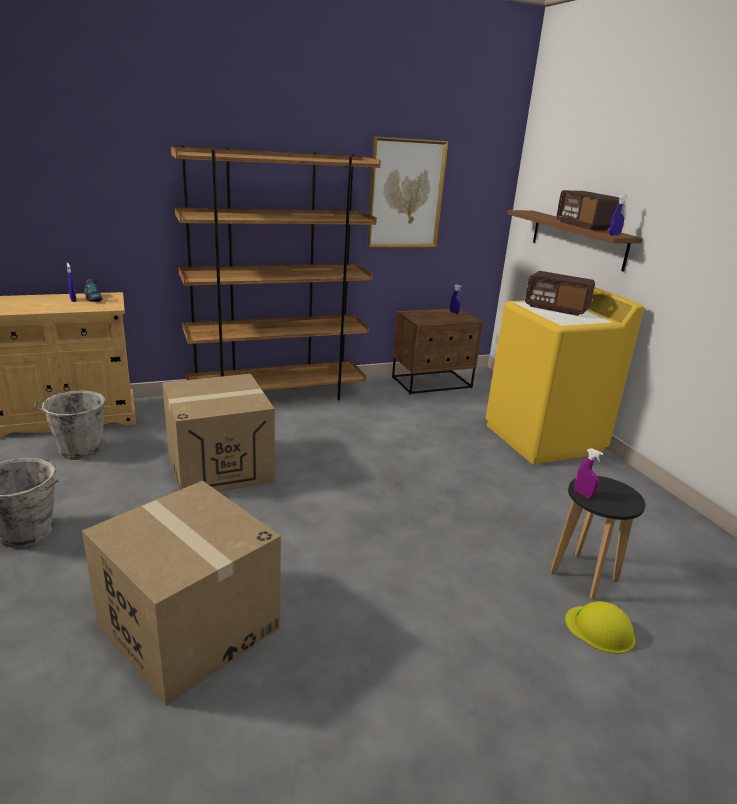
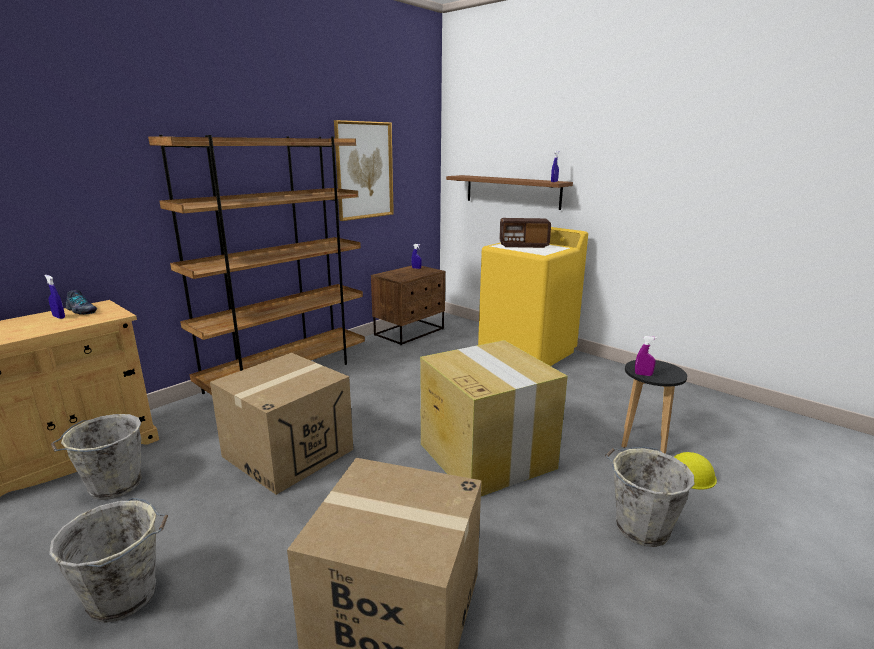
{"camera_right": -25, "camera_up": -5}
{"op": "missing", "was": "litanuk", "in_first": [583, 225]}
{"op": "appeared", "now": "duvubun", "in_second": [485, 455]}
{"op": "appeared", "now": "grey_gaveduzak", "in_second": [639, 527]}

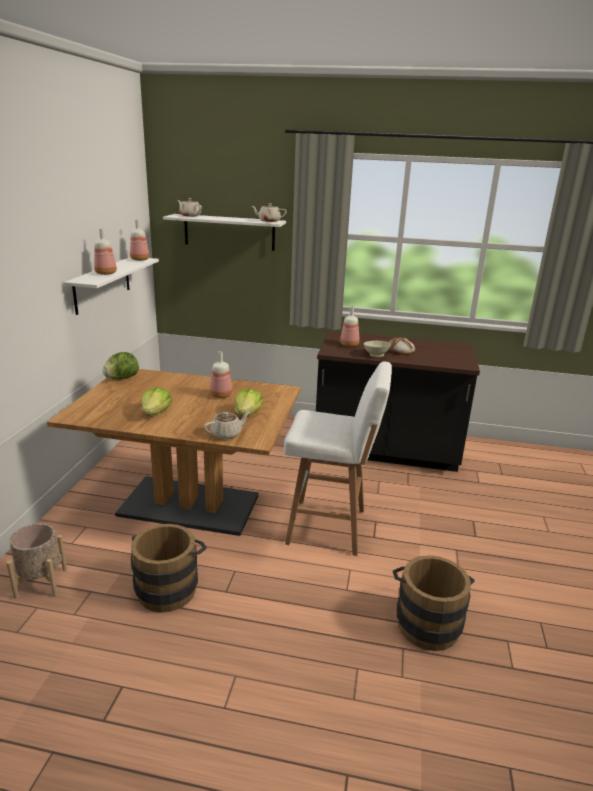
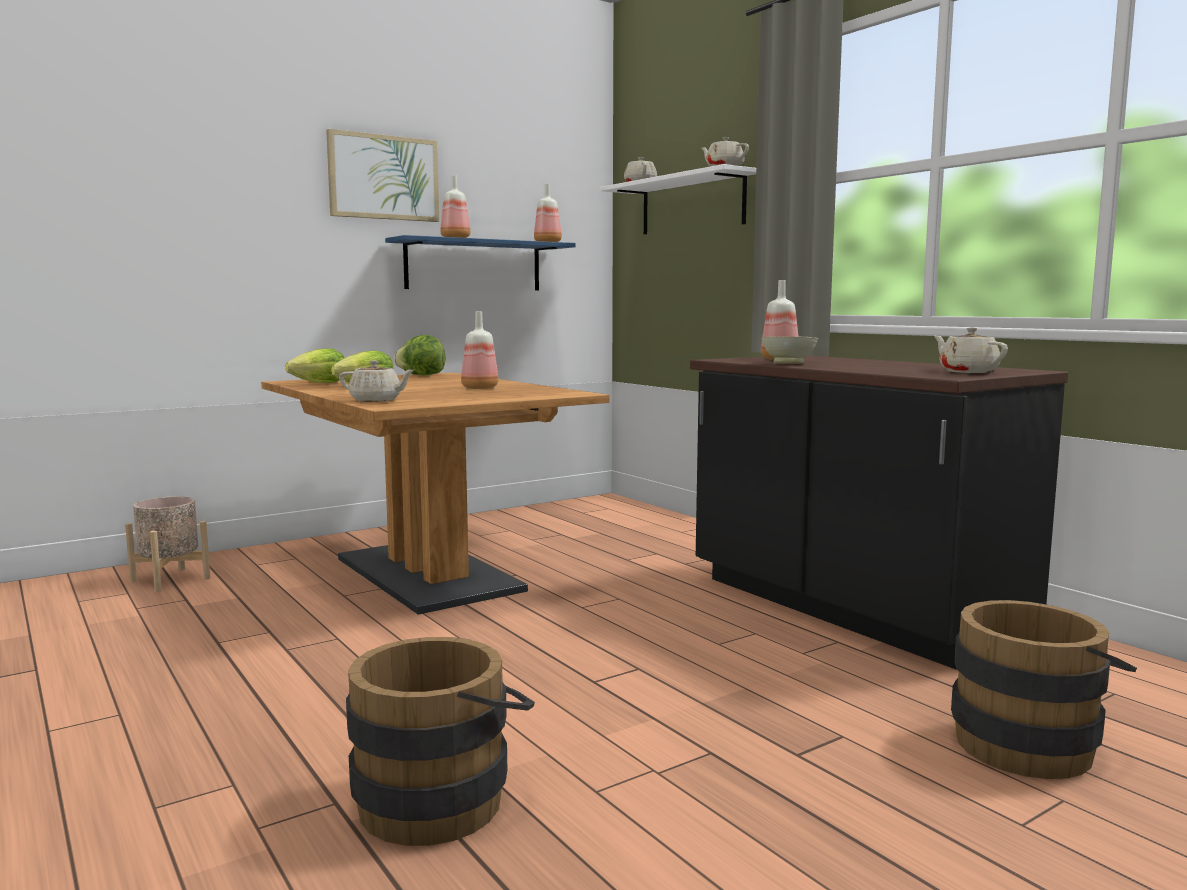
{"camera_right": 45, "camera_up": -15}
{"op": "missing", "was": "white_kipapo", "in_first": [330, 527]}
{"op": "missing", "was": "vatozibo", "in_first": [399, 350]}
{"op": "appeared", "now": "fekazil", "in_second": [383, 177]}
{"op": "appeared", "now": "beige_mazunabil", "in_second": [967, 372]}
{"op": "relocated", "was": "brown_gaveduzak", "in_first": [169, 586], "in_second": [1030, 742]}
{"op": "relocated", "was": "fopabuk", "in_first": [248, 414], "in_second": [320, 383]}
{"op": "colour", "was": "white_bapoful", "now": "blue_bapoful", "in_first": [102, 284], "in_second": [473, 265]}

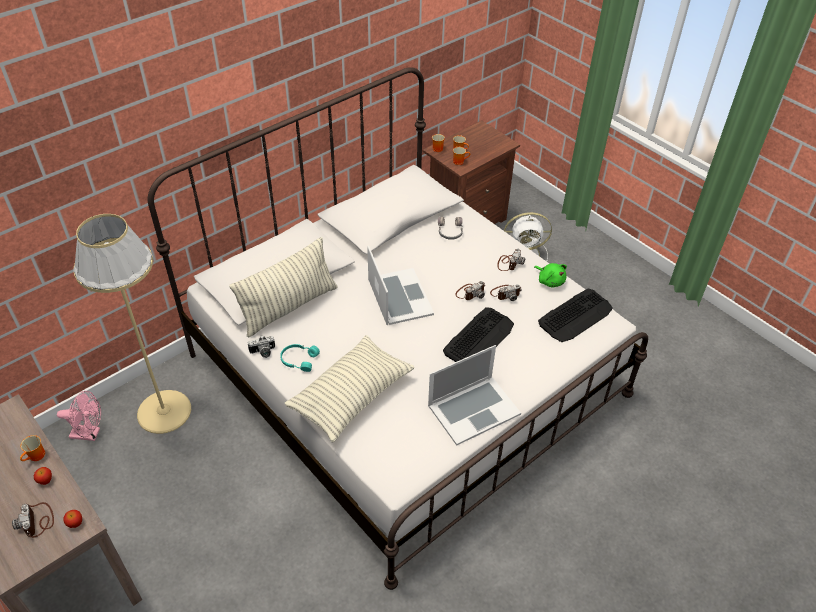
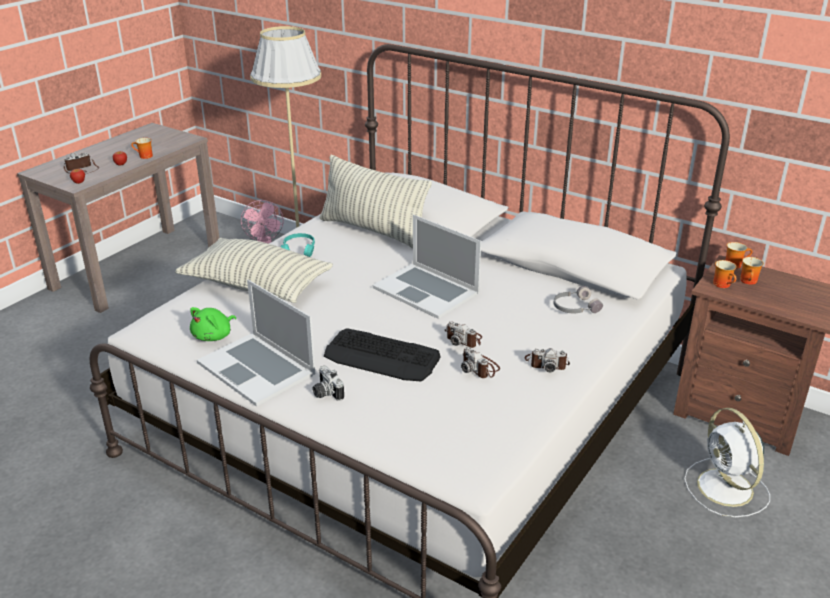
{"camera_right": 75, "camera_up": -15}
{"op": "missing", "was": "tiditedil", "in_first": [575, 316]}
{"op": "relocated", "was": "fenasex", "in_first": [263, 352], "in_second": [325, 393]}
{"op": "relocated", "was": "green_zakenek", "in_first": [550, 281], "in_second": [214, 336]}
{"op": "spun", "was": "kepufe", "in_first": [399, 297], "in_second": [426, 290], "clockwise": 75}

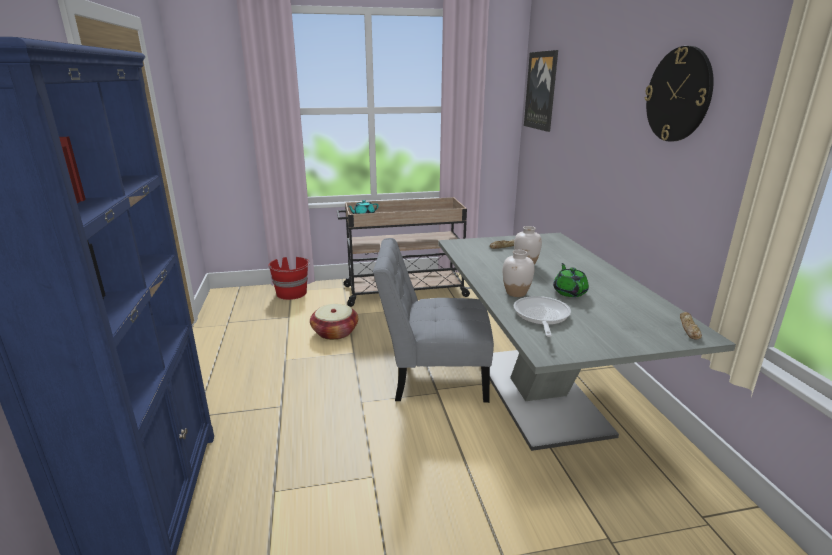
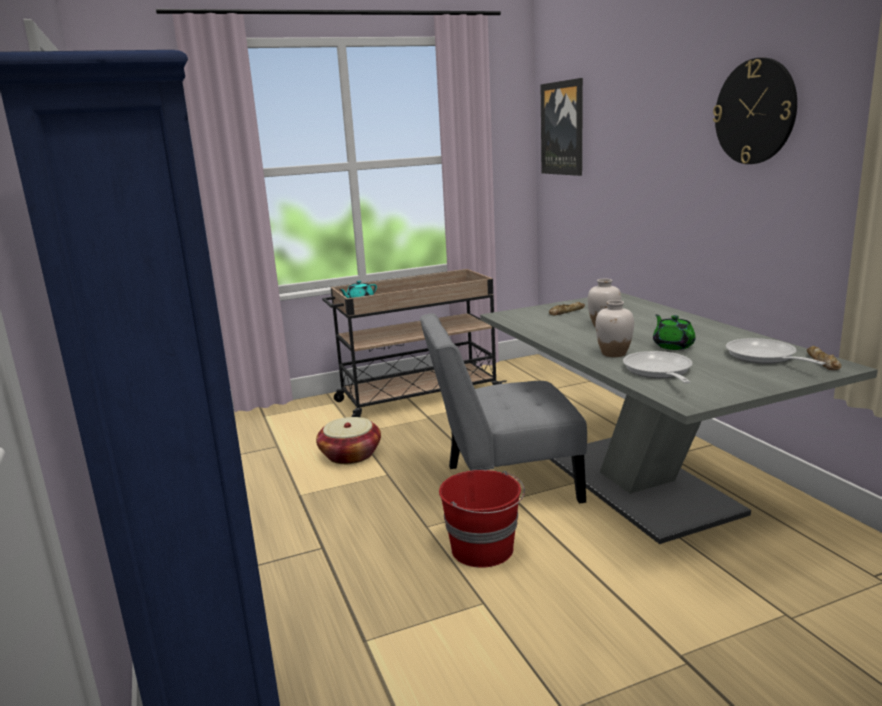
{"camera_right": -10, "camera_up": -5}
{"op": "appeared", "now": "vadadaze", "in_second": [764, 357]}
{"op": "relocated", "was": "red_gaveduzak", "in_first": [292, 293], "in_second": [483, 549]}

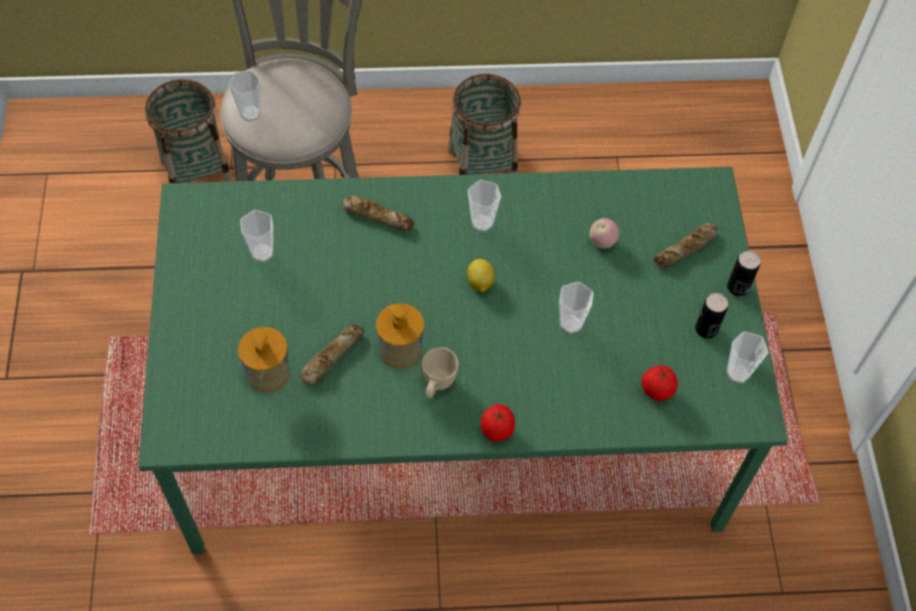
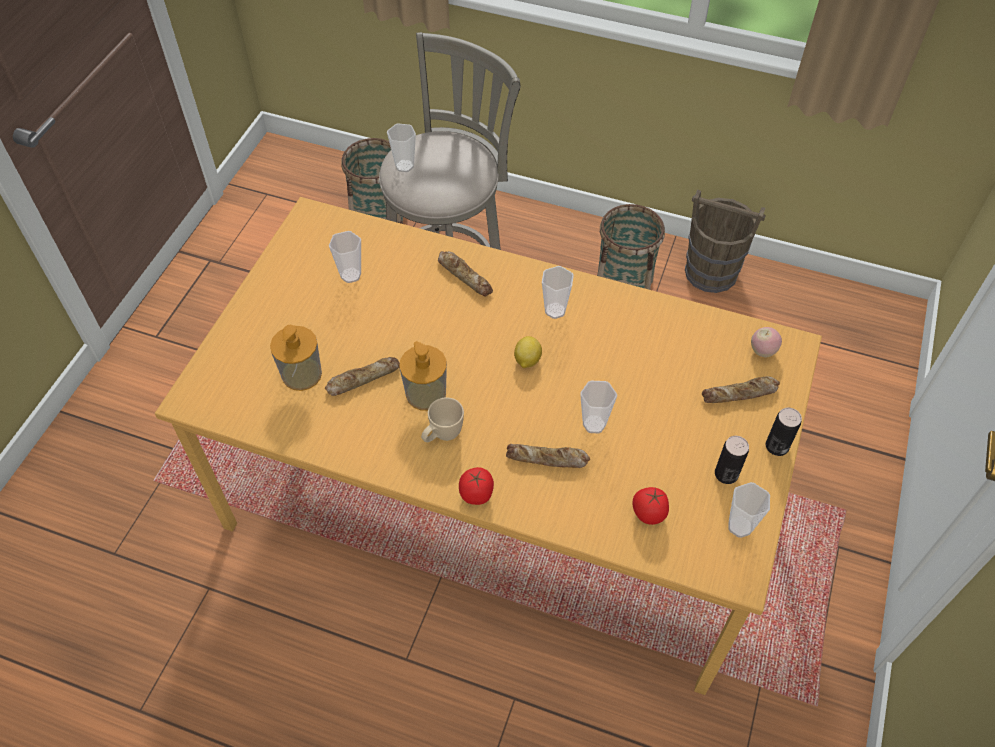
{"camera_right": 25, "camera_up": -5}
{"op": "appeared", "now": "vatozibo", "in_second": [547, 459]}
{"op": "appeared", "now": "brown_gaveduzak", "in_second": [710, 272]}
{"op": "relocated", "was": "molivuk", "in_first": [602, 242], "in_second": [762, 351]}
{"op": "colour", "was": "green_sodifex", "now": "orange_sodifex", "in_first": [454, 414], "in_second": [499, 493]}

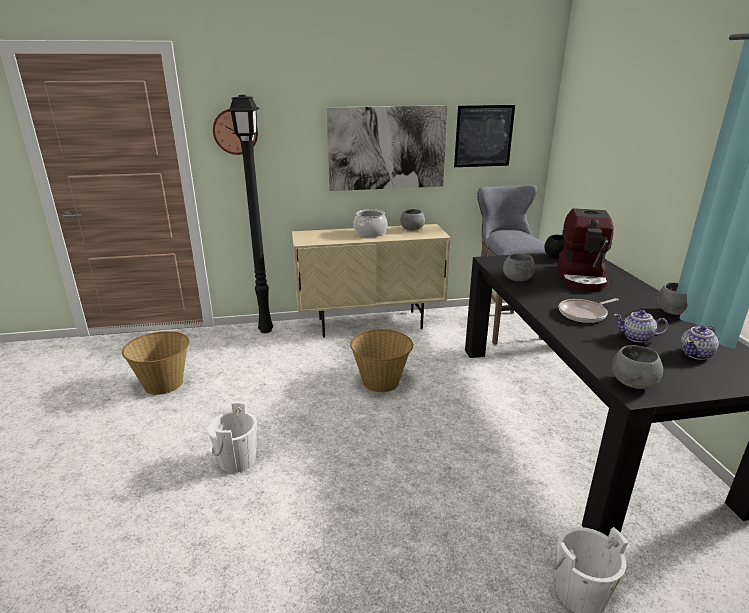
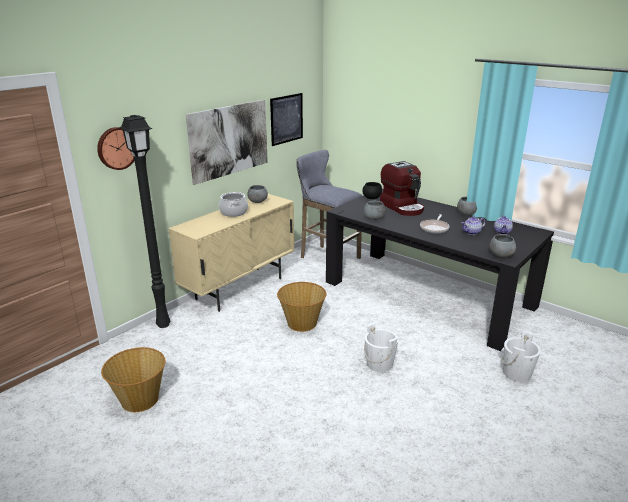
{"camera_right": -40, "camera_up": 0}
{"op": "relocated", "was": "white_gaveduzak", "in_first": [237, 460], "in_second": [379, 364]}

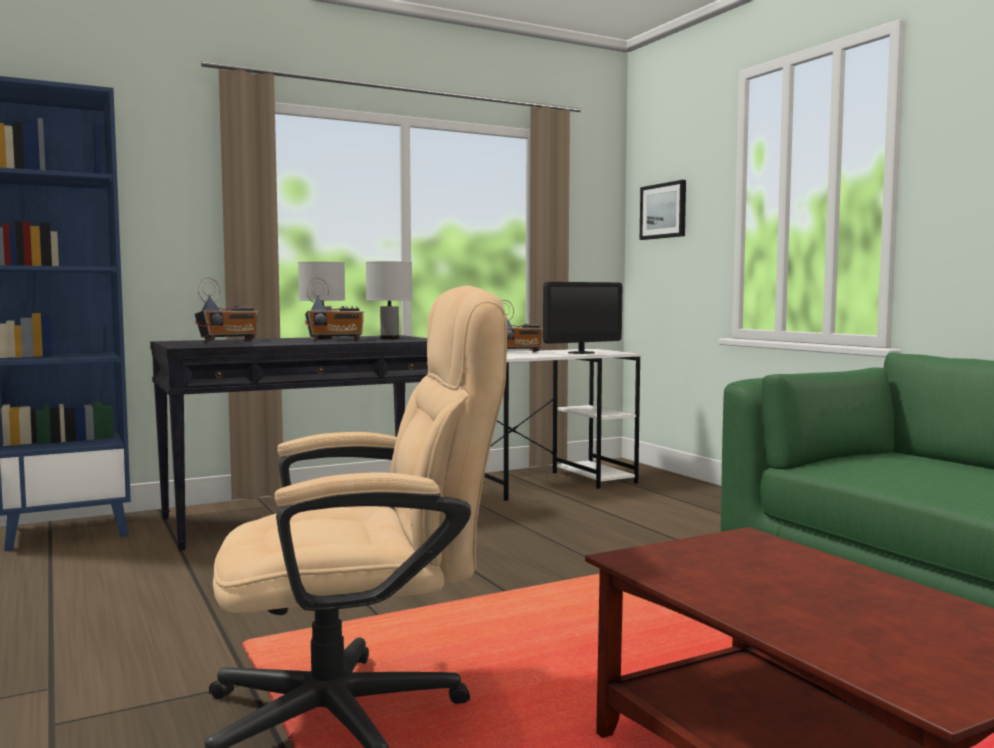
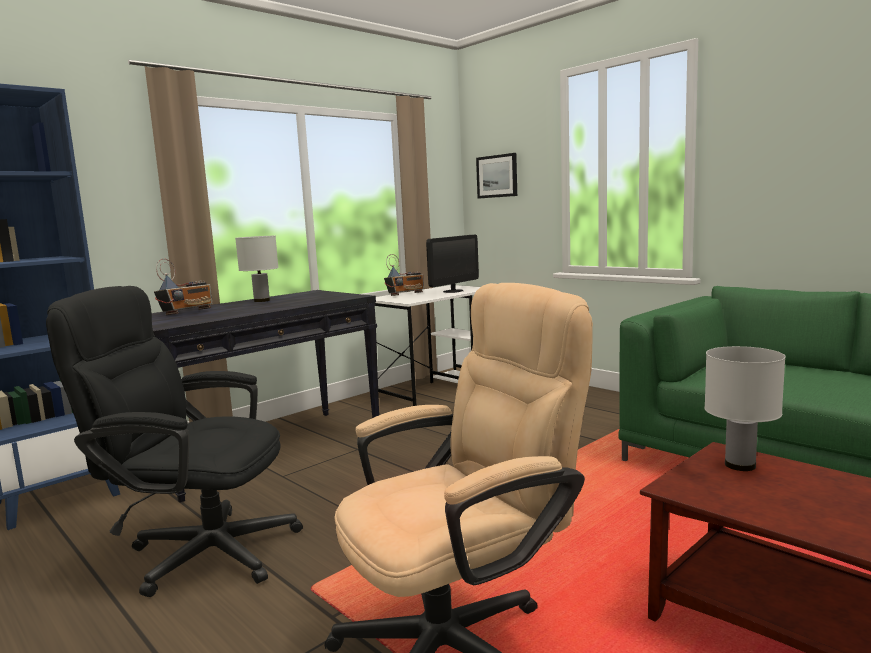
{"camera_right": -15, "camera_up": 5}
{"op": "missing", "was": "litanuk", "in_first": [336, 341]}
{"op": "appeared", "now": "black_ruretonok", "in_second": [199, 550]}
{"op": "relocated", "was": "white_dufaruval", "in_first": [390, 338], "in_second": [741, 465]}

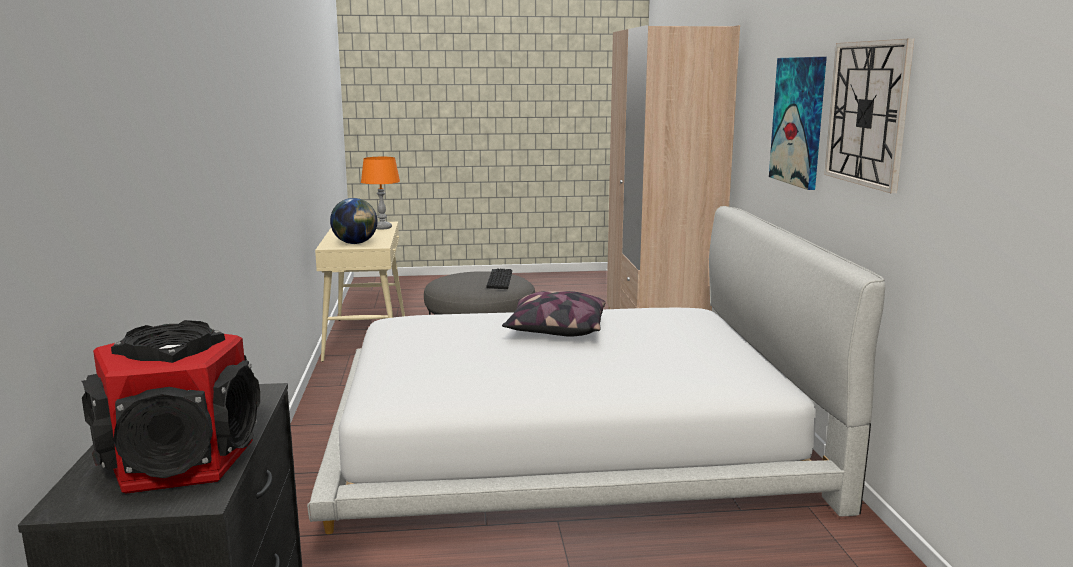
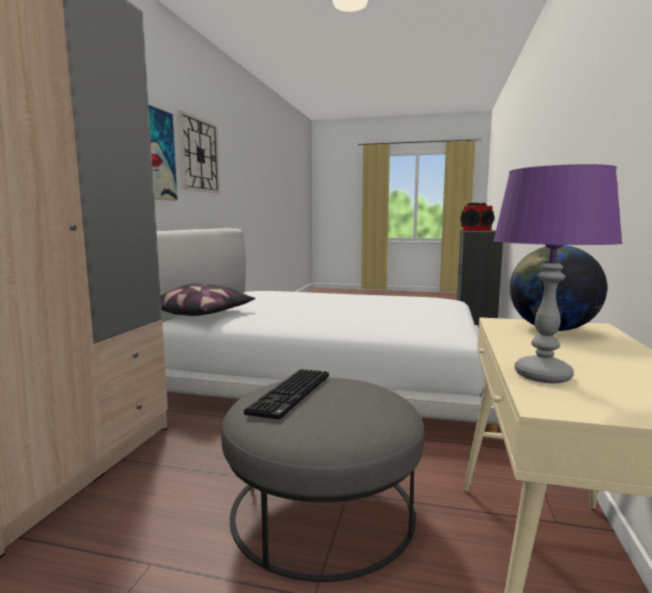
{"camera_right": -160, "camera_up": -5}
{"op": "relocated", "was": "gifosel", "in_first": [555, 331], "in_second": [205, 314]}
{"op": "colour", "was": "orange_dufaruval", "now": "purple_dufaruval", "in_first": [382, 228], "in_second": [542, 375]}

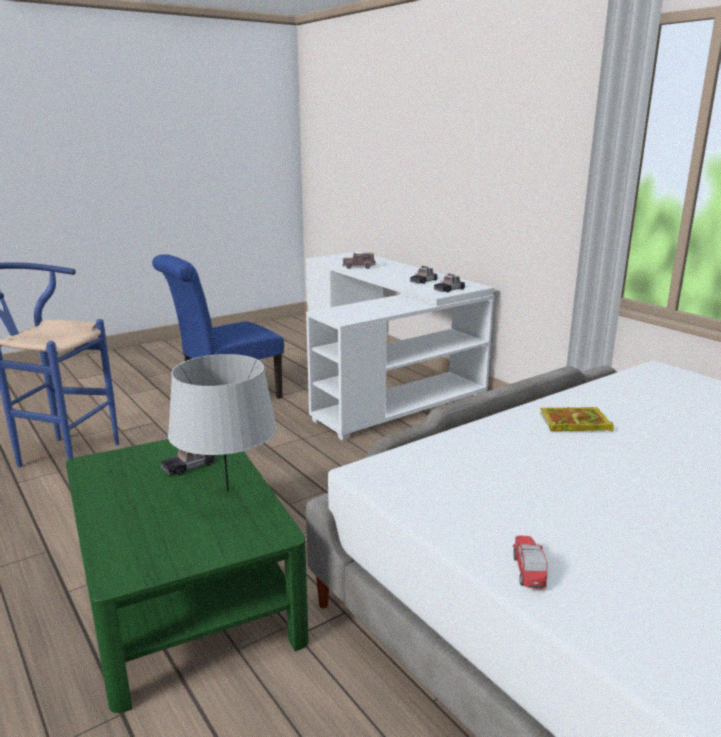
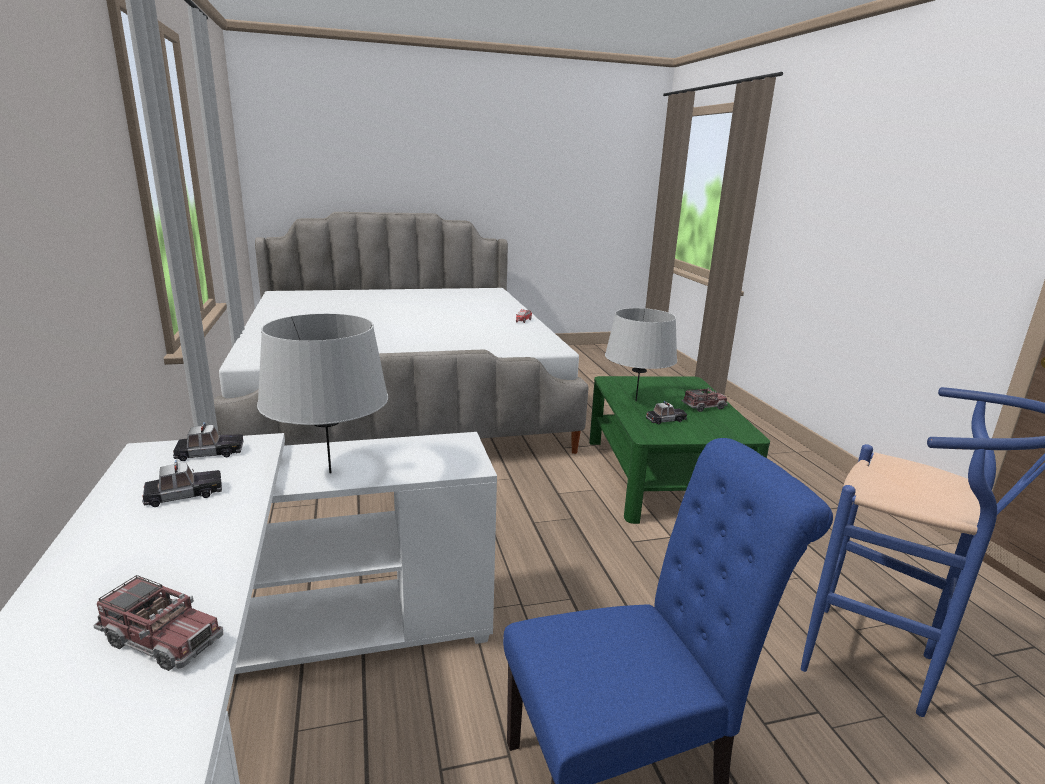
{"camera_right": -160, "camera_up": 0}
{"op": "missing", "was": "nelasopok", "in_first": [573, 423]}
{"op": "appeared", "now": "grey_dufaruval", "in_second": [330, 472]}
{"op": "appeared", "now": "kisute", "in_second": [704, 407]}

